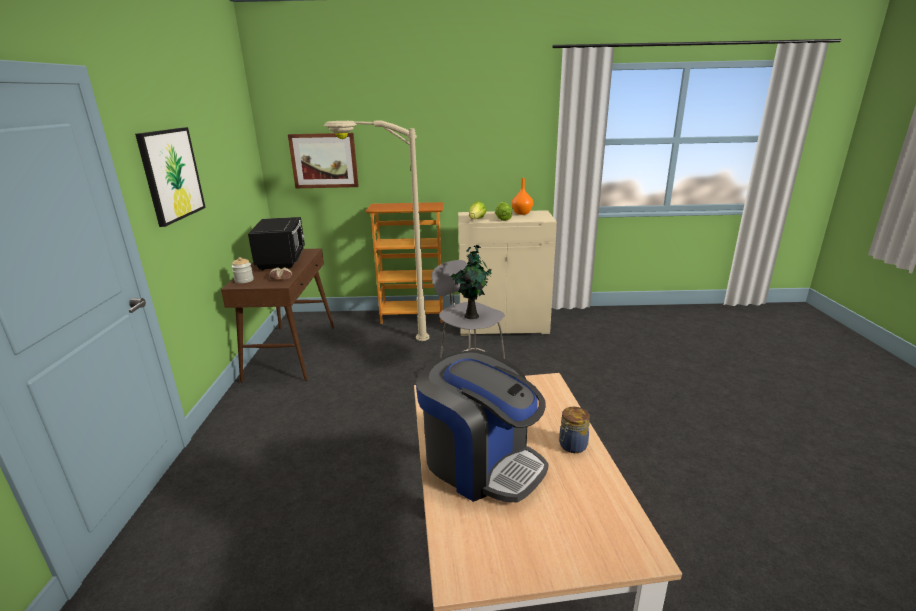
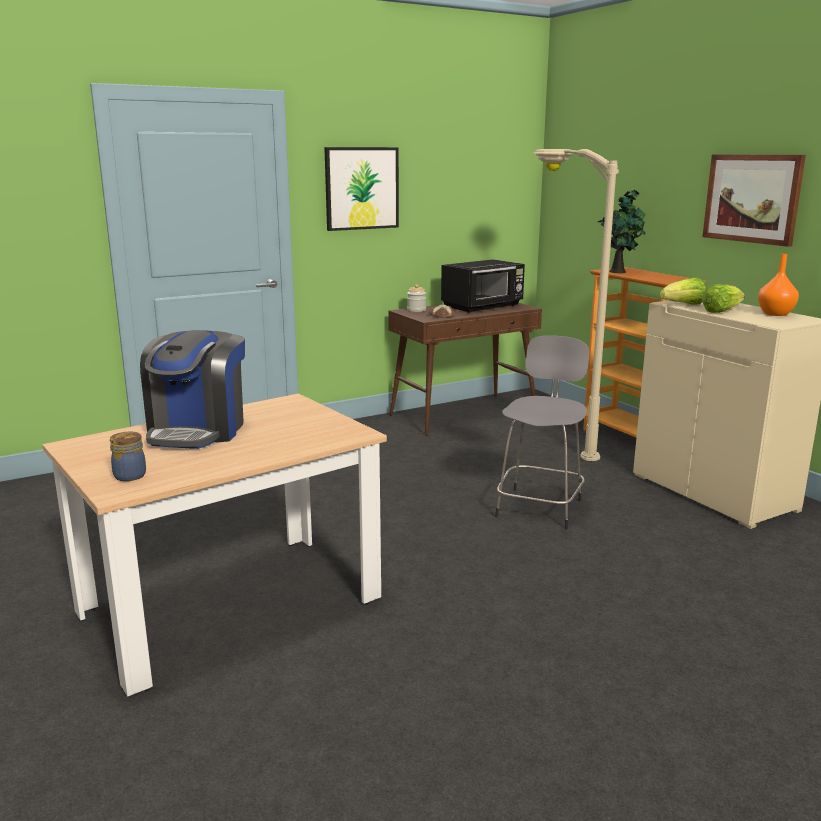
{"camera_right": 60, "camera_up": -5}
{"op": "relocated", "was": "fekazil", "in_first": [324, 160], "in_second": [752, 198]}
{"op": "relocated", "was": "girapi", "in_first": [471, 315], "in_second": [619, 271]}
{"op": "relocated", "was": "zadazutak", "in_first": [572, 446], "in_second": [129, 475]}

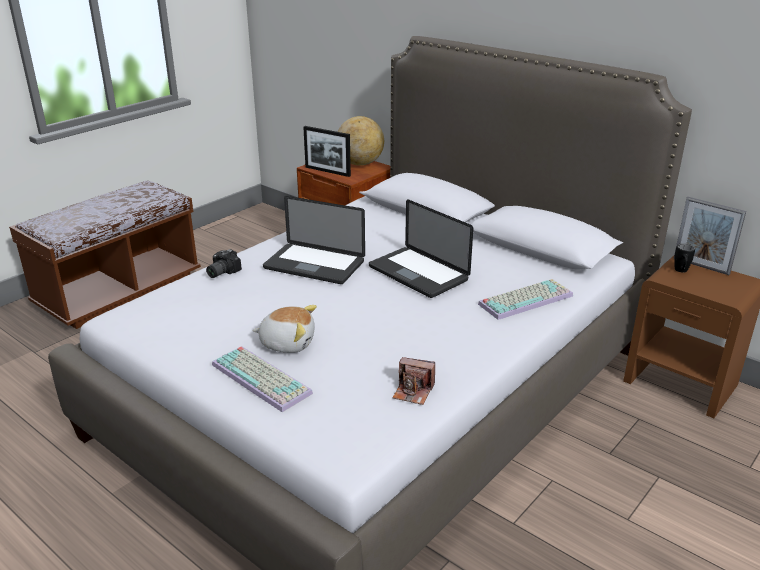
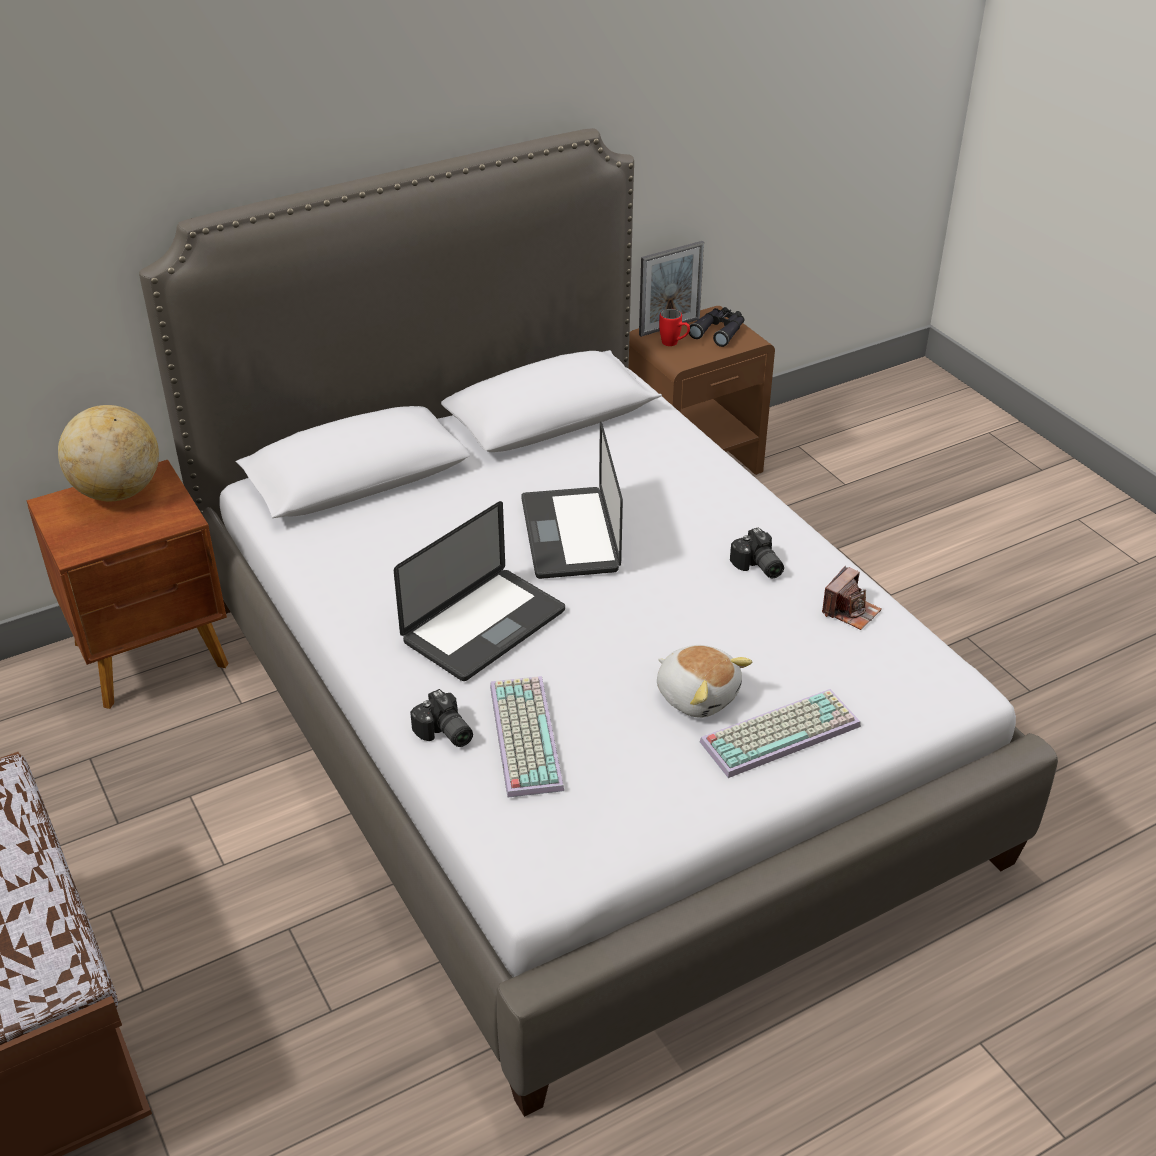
{"camera_right": -70, "camera_up": 10}
{"op": "missing", "was": "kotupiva", "in_first": [327, 171]}
{"op": "appeared", "now": "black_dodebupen", "in_second": [719, 331]}
{"op": "appeared", "now": "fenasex", "in_second": [757, 567]}
{"op": "relocated", "was": "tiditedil", "in_first": [525, 299], "in_second": [522, 735]}
{"op": "colour", "was": "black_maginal", "now": "red_maginal", "in_first": [681, 271], "in_second": [674, 344]}
{"op": "spun", "was": "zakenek", "in_first": [287, 342], "in_second": [697, 695], "clockwise": 105}
{"op": "spun", "was": "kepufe", "in_first": [418, 273], "in_second": [570, 535], "clockwise": 105}

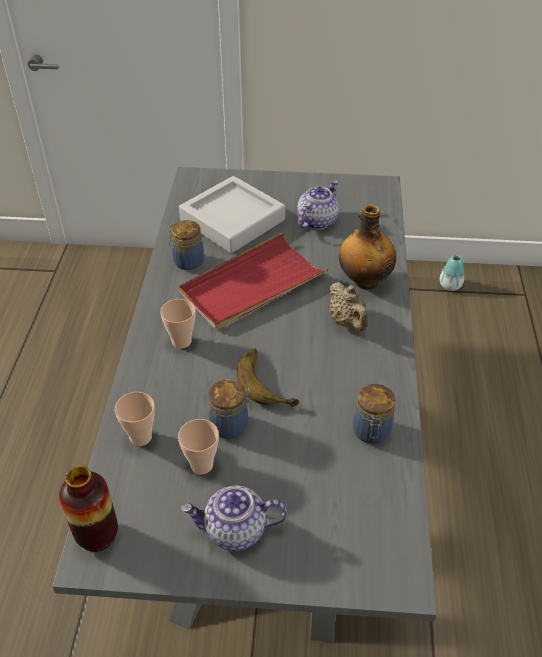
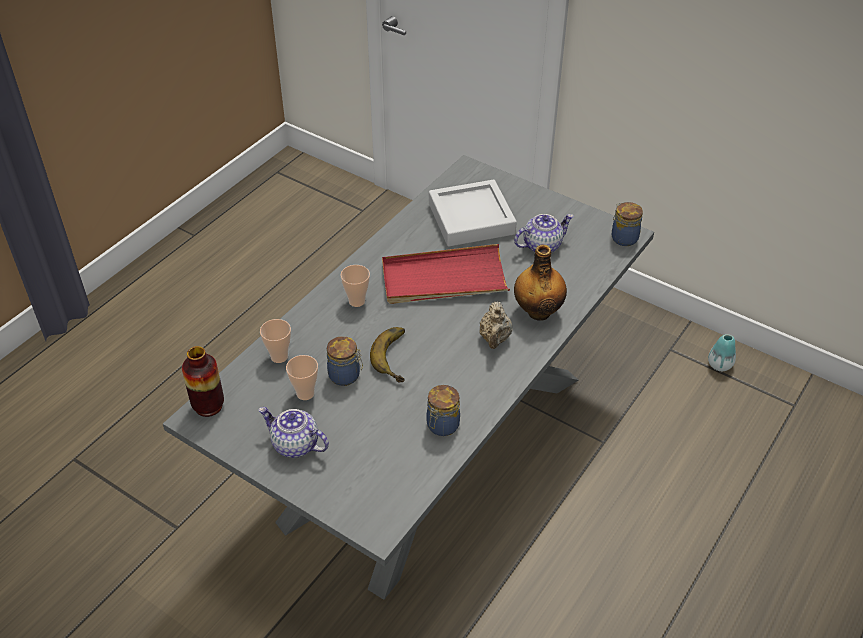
{"camera_right": 30, "camera_up": 0}
{"op": "relocated", "was": "zadazutak", "in_first": [187, 261], "in_second": [623, 237]}

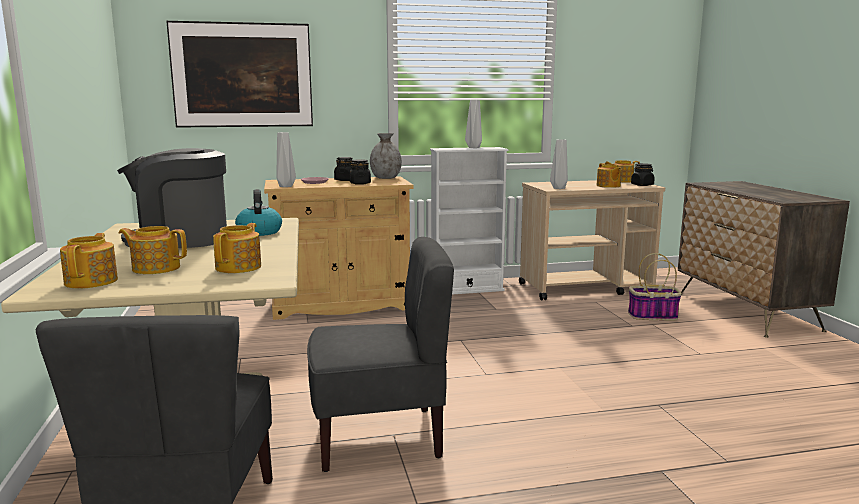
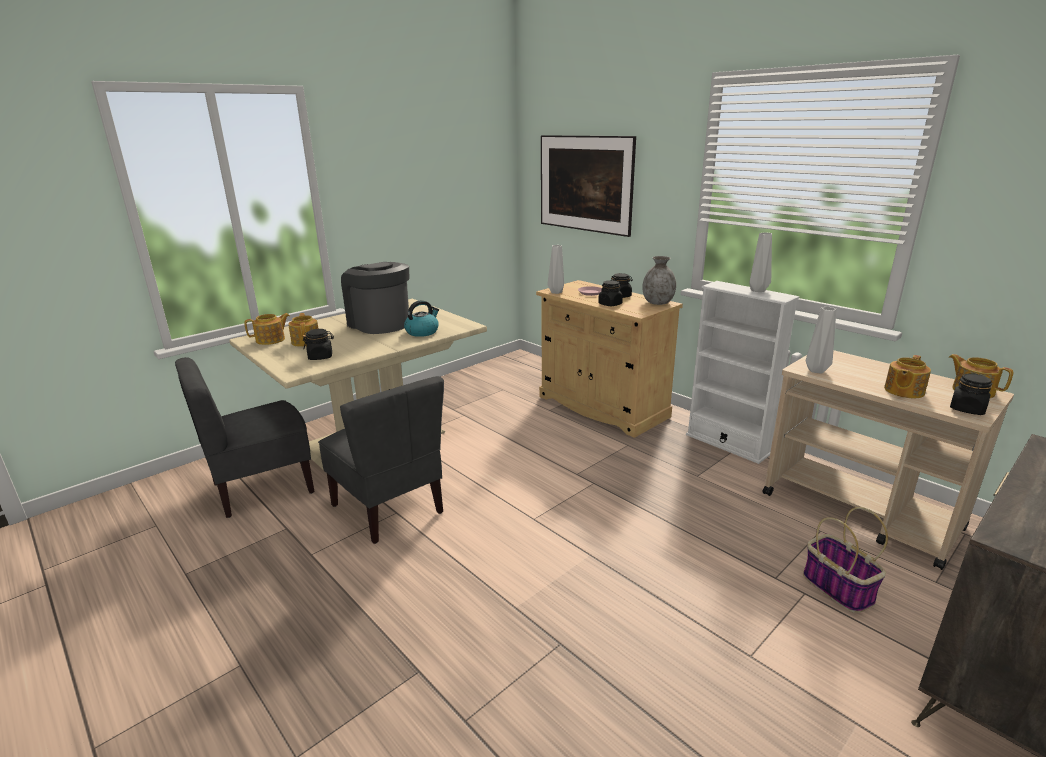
{"camera_right": 60, "camera_up": 10}
{"op": "exchanged", "was": "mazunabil", "now": "black_zadazutak", "in_first": [239, 267], "in_second": [320, 357]}

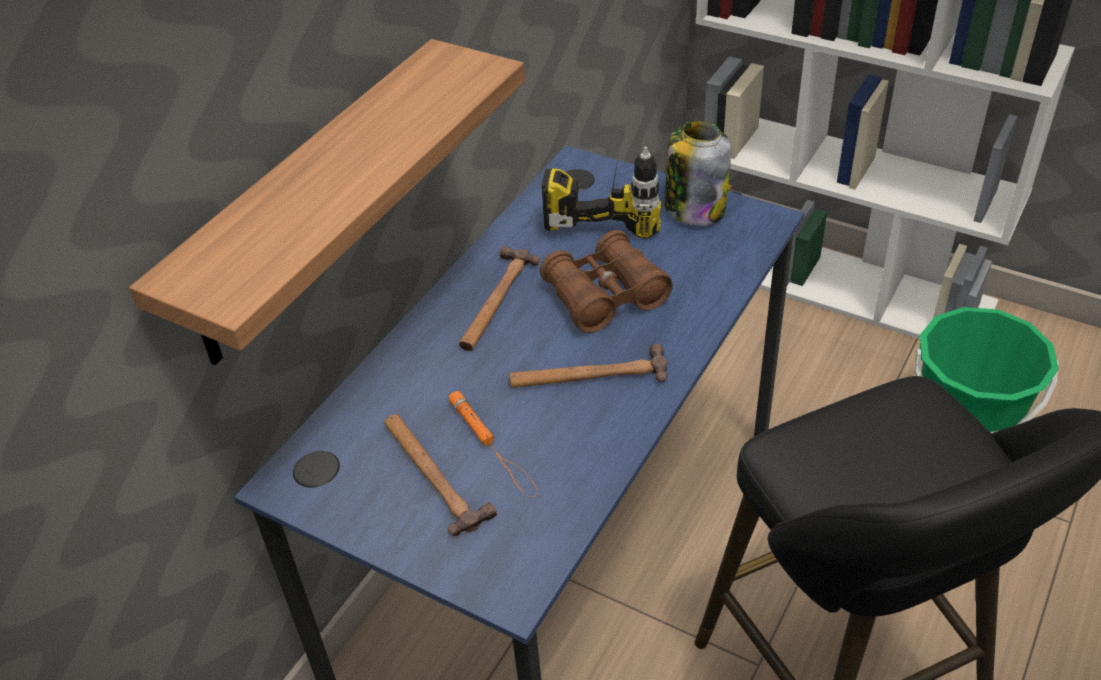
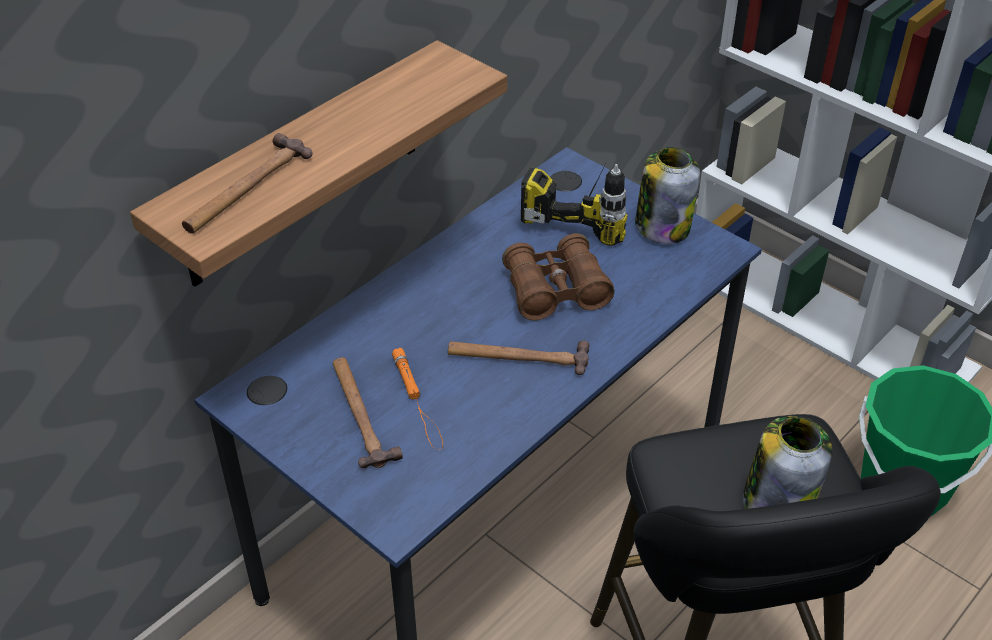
{"camera_right": 10, "camera_up": 0}
{"op": "appeared", "now": "zadazutak", "in_second": [777, 502]}
{"op": "relocated", "was": "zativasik", "in_first": [495, 302], "in_second": [245, 188]}

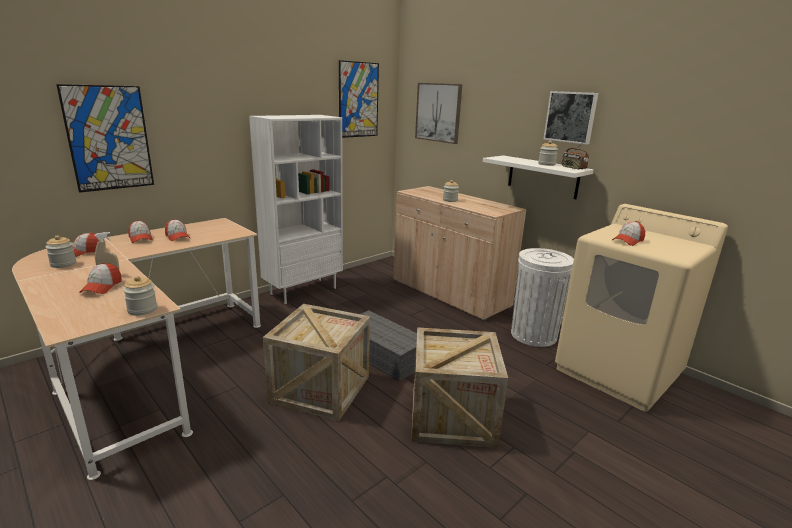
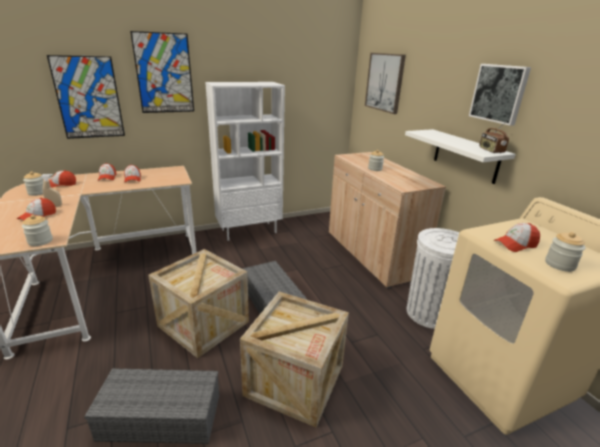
{"camera_right": 20, "camera_up": 5}
{"op": "appeared", "now": "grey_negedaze", "in_second": [163, 415]}
{"op": "relocated", "was": "fekazil", "in_first": [358, 100], "in_second": [164, 73]}
{"op": "relocated", "was": "zadazutak", "in_first": [546, 164], "in_second": [560, 264]}

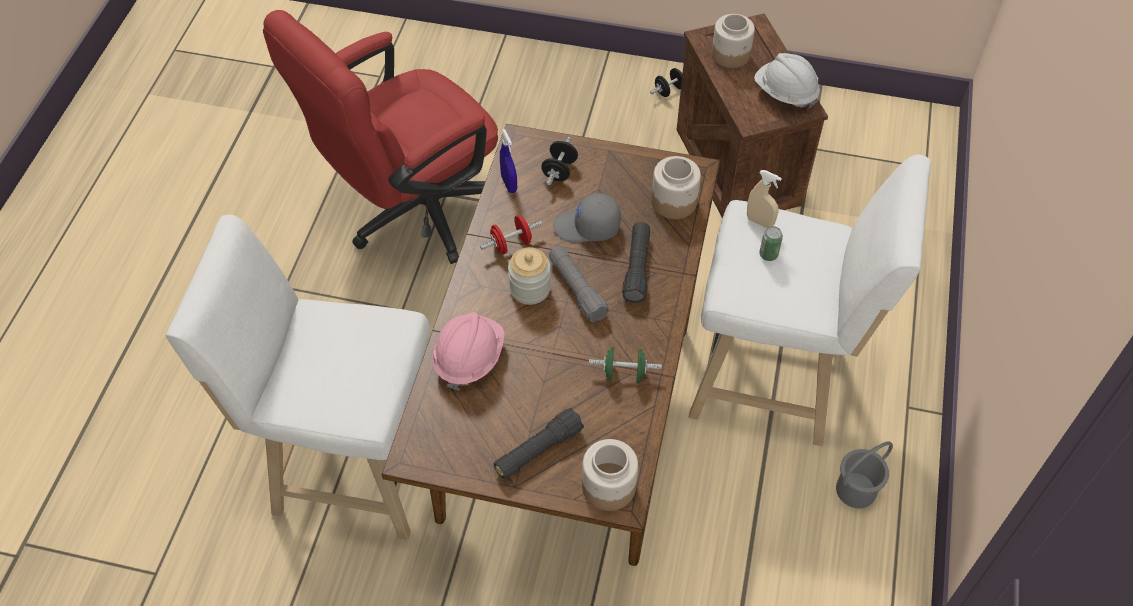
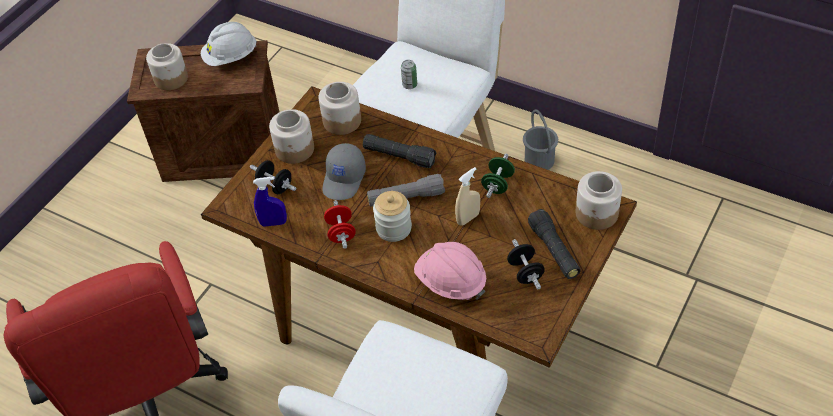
{"camera_right": -70, "camera_up": -5}
{"op": "appeared", "now": "zadazutak", "in_second": [295, 149]}
{"op": "relocated", "was": "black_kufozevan", "in_first": [669, 90], "in_second": [525, 272]}
{"op": "relocated", "was": "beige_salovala", "in_first": [759, 221], "in_second": [468, 218]}

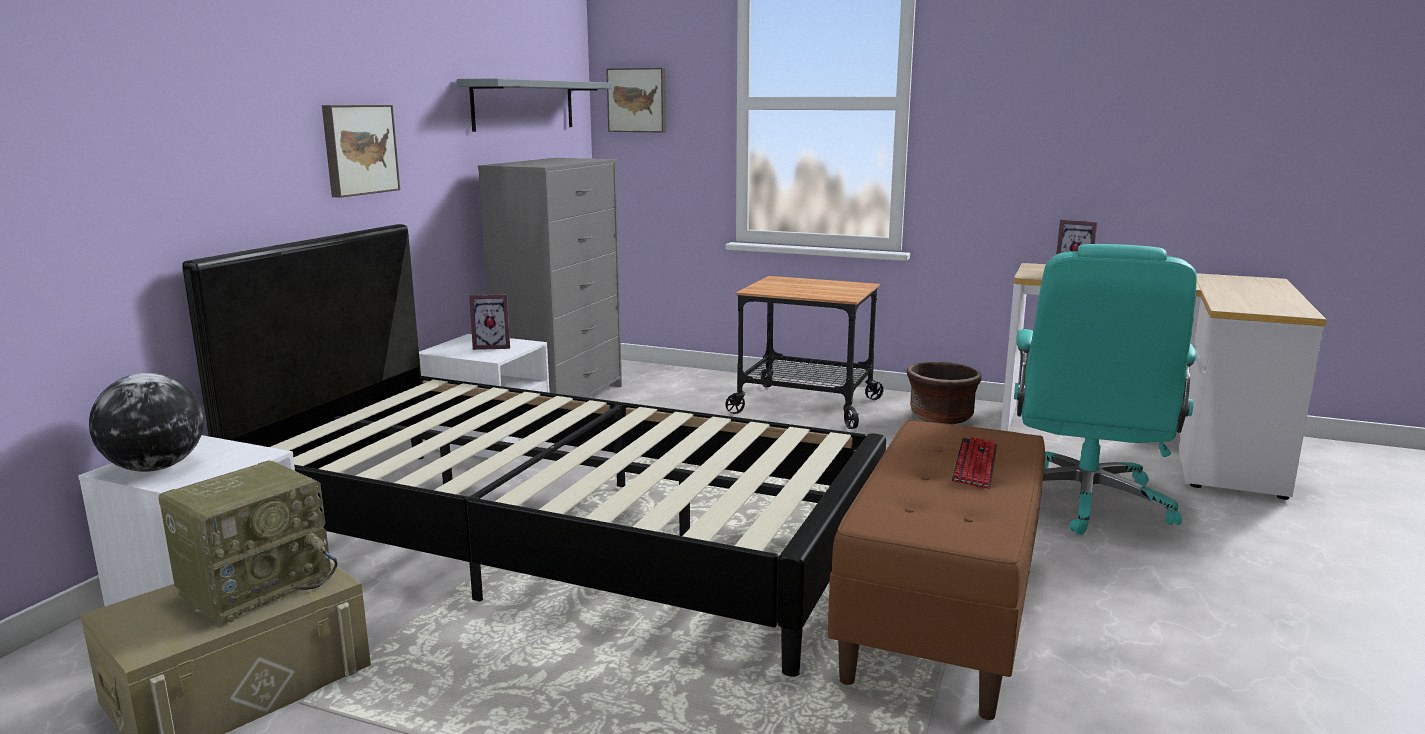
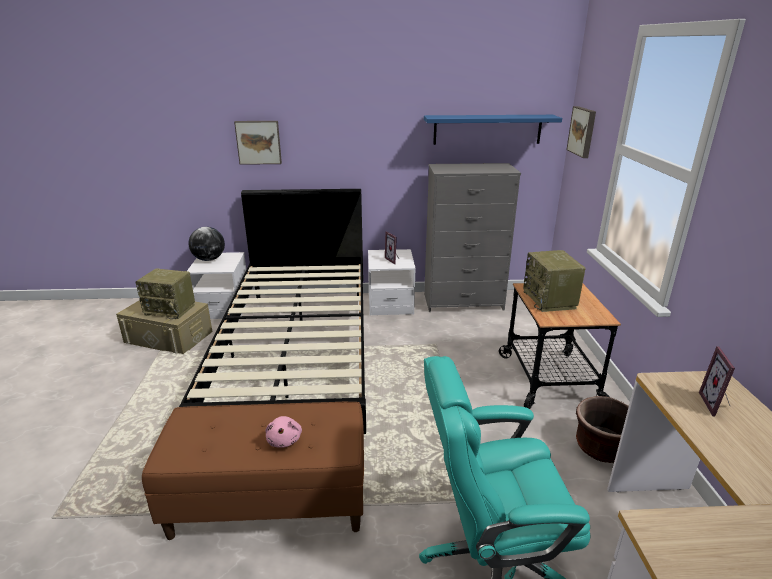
{"camera_right": 65, "camera_up": 10}
{"op": "appeared", "now": "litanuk", "in_second": [550, 300]}
{"op": "relocated", "was": "fekazil", "in_first": [358, 149], "in_second": [258, 142]}
{"op": "exchanged", "was": "tiditedil", "now": "pink_zakenek", "in_first": [975, 464], "in_second": [284, 440]}
{"op": "colour", "was": "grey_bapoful", "now": "blue_bapoful", "in_first": [524, 105], "in_second": [487, 129]}

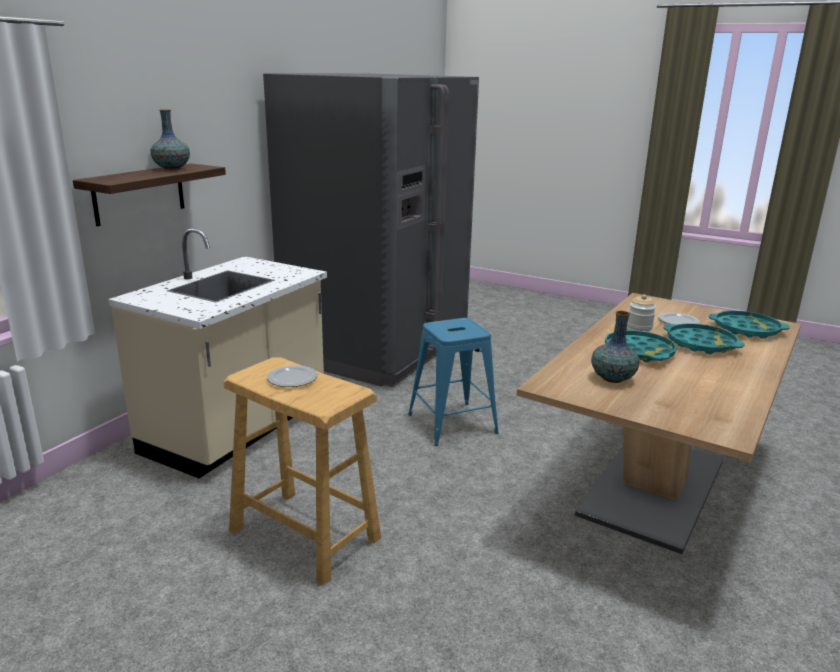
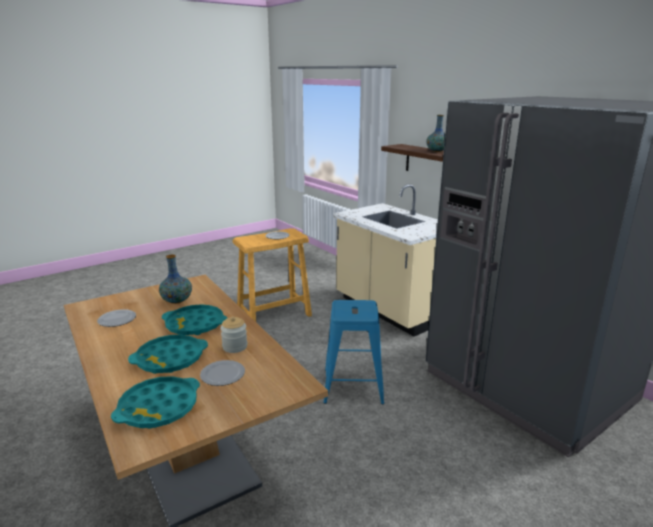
{"camera_right": 115, "camera_up": 0}
{"op": "appeared", "now": "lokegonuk", "in_second": [118, 319]}

